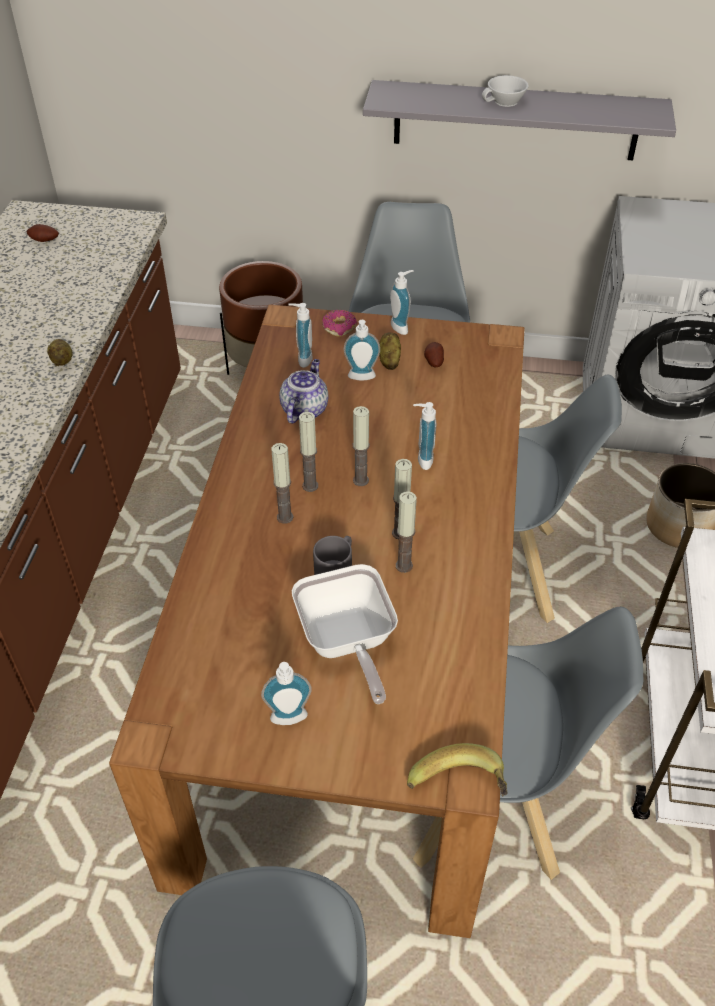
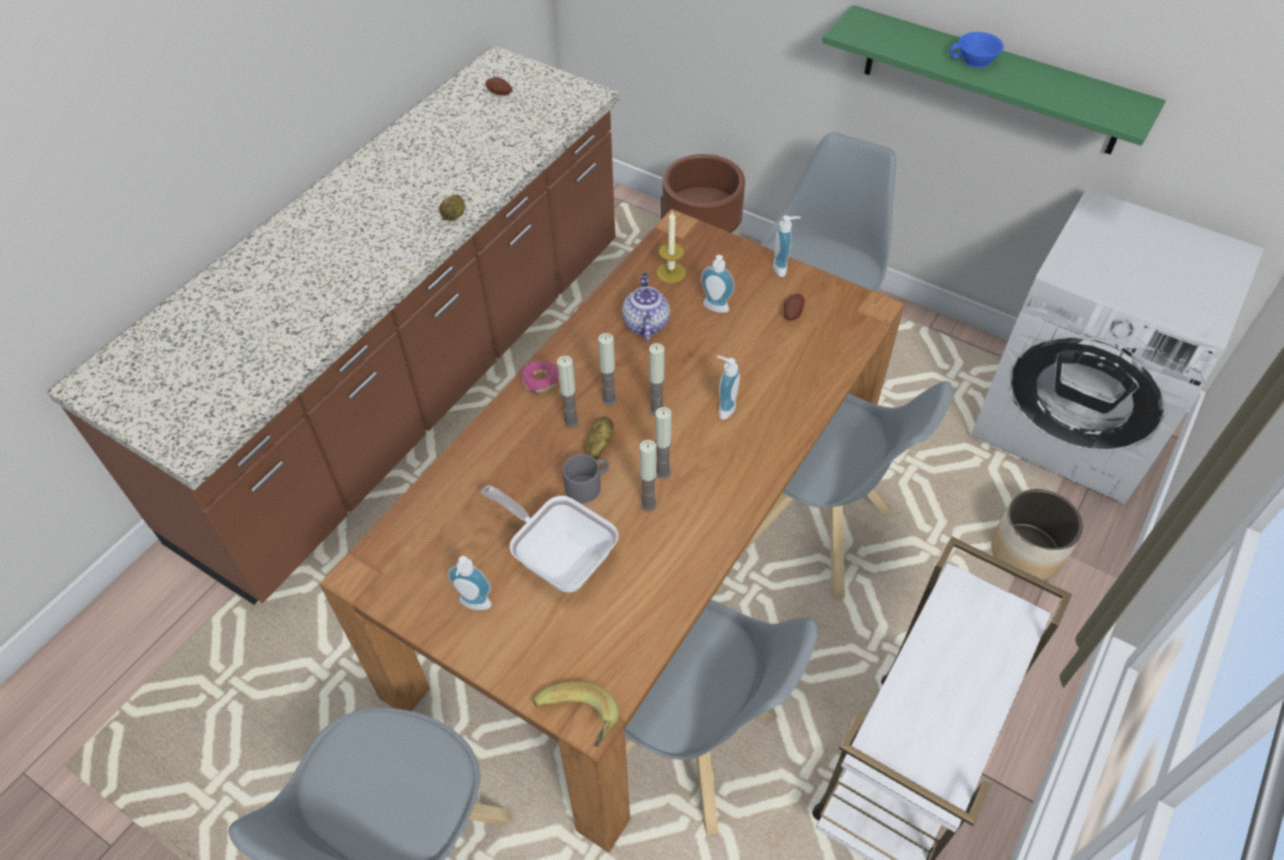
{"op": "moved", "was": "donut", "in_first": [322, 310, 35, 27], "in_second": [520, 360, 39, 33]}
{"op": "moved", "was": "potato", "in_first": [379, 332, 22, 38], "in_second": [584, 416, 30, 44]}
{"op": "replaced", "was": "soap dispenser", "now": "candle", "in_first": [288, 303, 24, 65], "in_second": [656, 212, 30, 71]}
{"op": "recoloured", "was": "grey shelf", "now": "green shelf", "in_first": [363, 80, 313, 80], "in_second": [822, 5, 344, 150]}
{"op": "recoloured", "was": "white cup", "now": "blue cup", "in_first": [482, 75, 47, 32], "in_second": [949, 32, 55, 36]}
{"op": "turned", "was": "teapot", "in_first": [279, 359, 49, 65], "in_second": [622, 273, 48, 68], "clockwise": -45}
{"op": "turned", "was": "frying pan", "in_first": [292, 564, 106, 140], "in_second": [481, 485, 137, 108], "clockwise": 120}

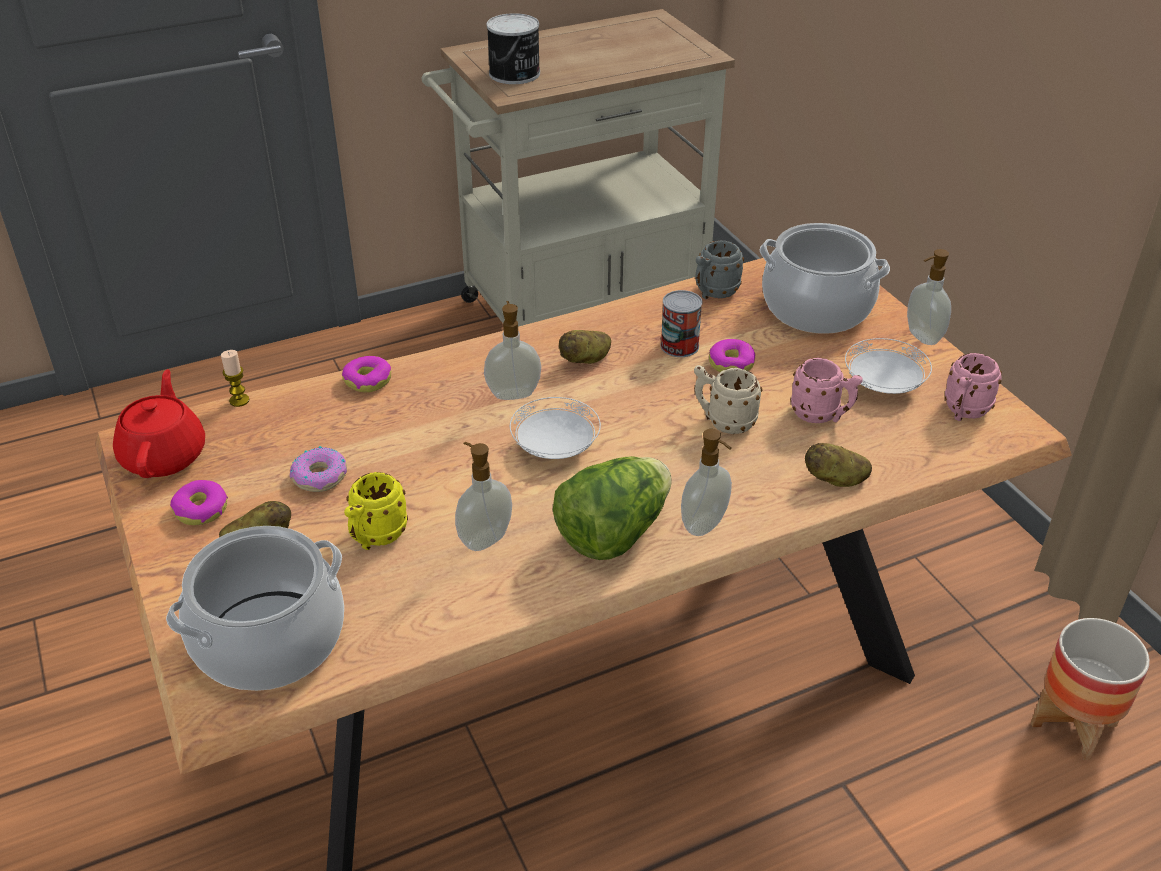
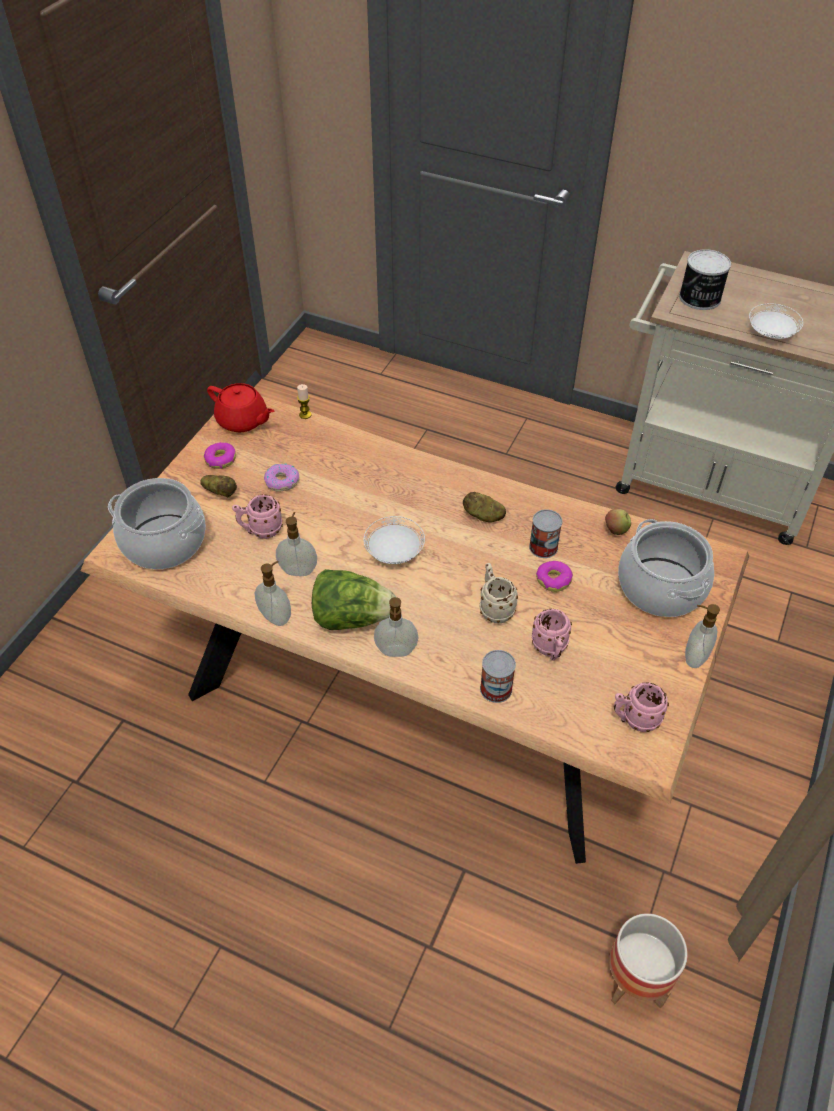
{"op": "removed", "was": "donut", "in_first": [342, 356, 49, 36]}
{"op": "moved", "was": "soap dispenser", "in_first": [484, 301, 57, 99], "in_second": [255, 561, 36, 65]}
{"op": "moved", "was": "white plate", "in_first": [845, 338, 87, 56], "in_second": [749, 303, 54, 36]}
{"op": "replaced", "was": "grey mug", "now": "apple", "in_first": [695, 240, 49, 59], "in_second": [605, 509, 26, 26]}
{"op": "replaced", "was": "potato", "now": "can", "in_first": [805, 443, 67, 44], "in_second": [480, 650, 36, 53]}
{"op": "recoloured", "was": "yellow mug", "now": "pink mug", "in_first": [344, 472, 64, 78], "in_second": [232, 495, 51, 44]}
{"op": "turned", "was": "red teapot", "in_first": [113, 369, 92, 109], "in_second": [207, 383, 67, 49], "clockwise": 75}

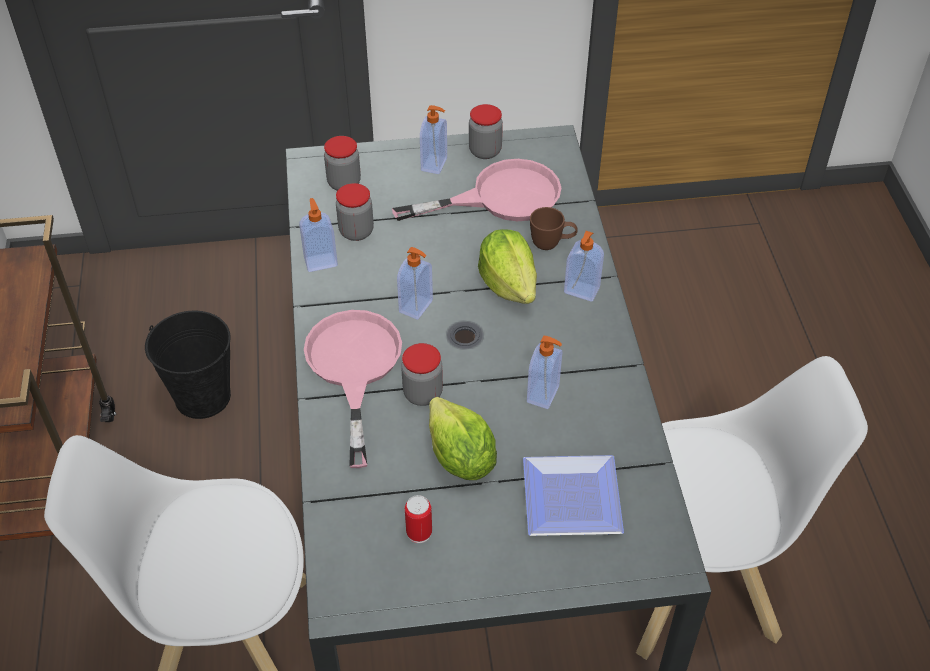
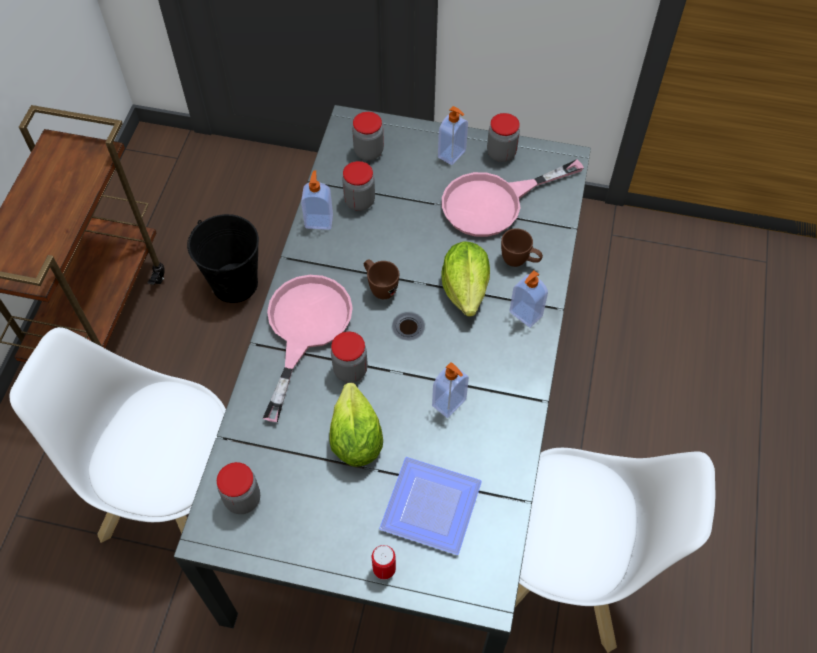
{"op": "added", "now": "jar", "in_second": [217, 462, 43, 52]}
{"op": "moved", "was": "can", "in_first": [405, 495, 27, 48], "in_second": [372, 545, 24, 35]}
{"op": "replaced", "was": "soap dispenser", "now": "brown mug", "in_first": [397, 247, 36, 73], "in_second": [364, 260, 35, 39]}
{"op": "turned", "was": "pink frying pan", "in_first": [392, 159, 169, 62], "in_second": [442, 159, 142, 78], "clockwise": 150}

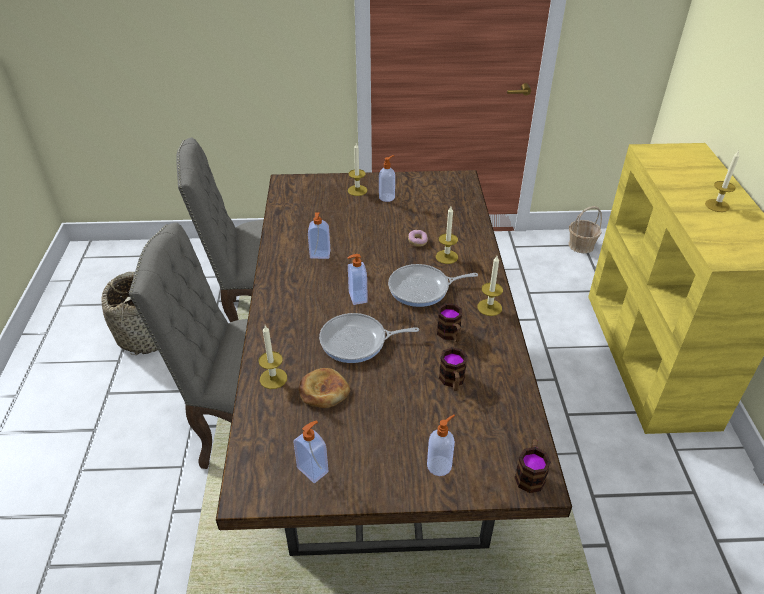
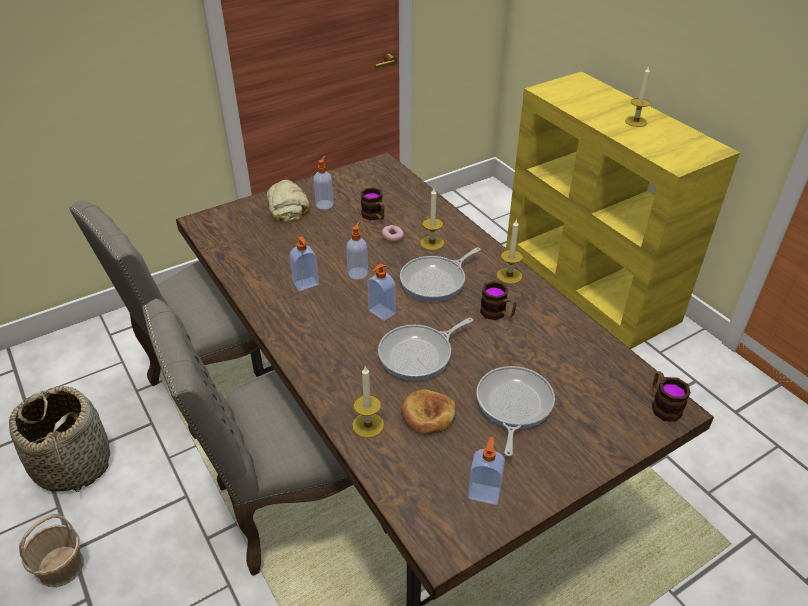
{"op": "added", "now": "frying pan", "in_second": [476, 366, 79, 90]}
{"op": "moved", "was": "soap dispenser", "in_first": [427, 415, 28, 61], "in_second": [346, 221, 22, 59]}
{"op": "moved", "was": "mug", "in_first": [439, 347, 29, 44], "in_second": [360, 187, 24, 33]}
{"op": "moved", "was": "basket", "in_first": [569, 206, 33, 47], "in_second": [19, 514, 65, 73]}
{"op": "replaced", "was": "candle", "now": "bread", "in_first": [348, 143, 19, 53], "in_second": [267, 180, 43, 42]}

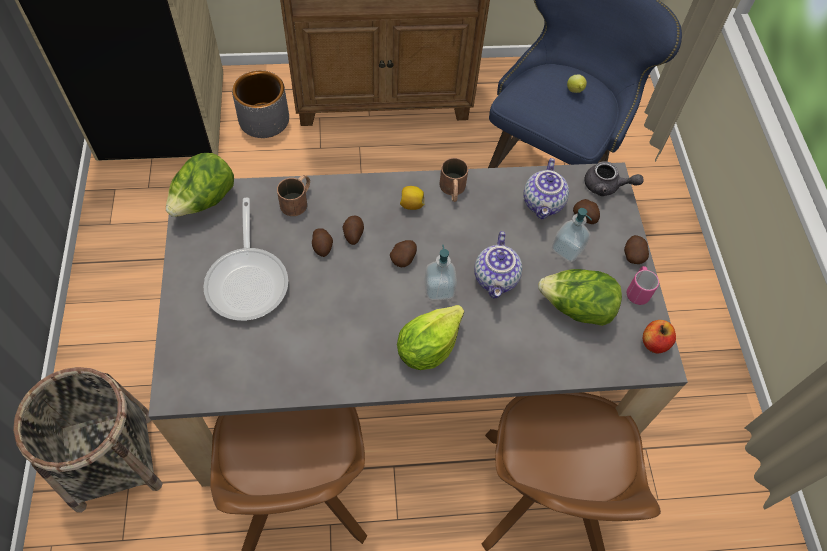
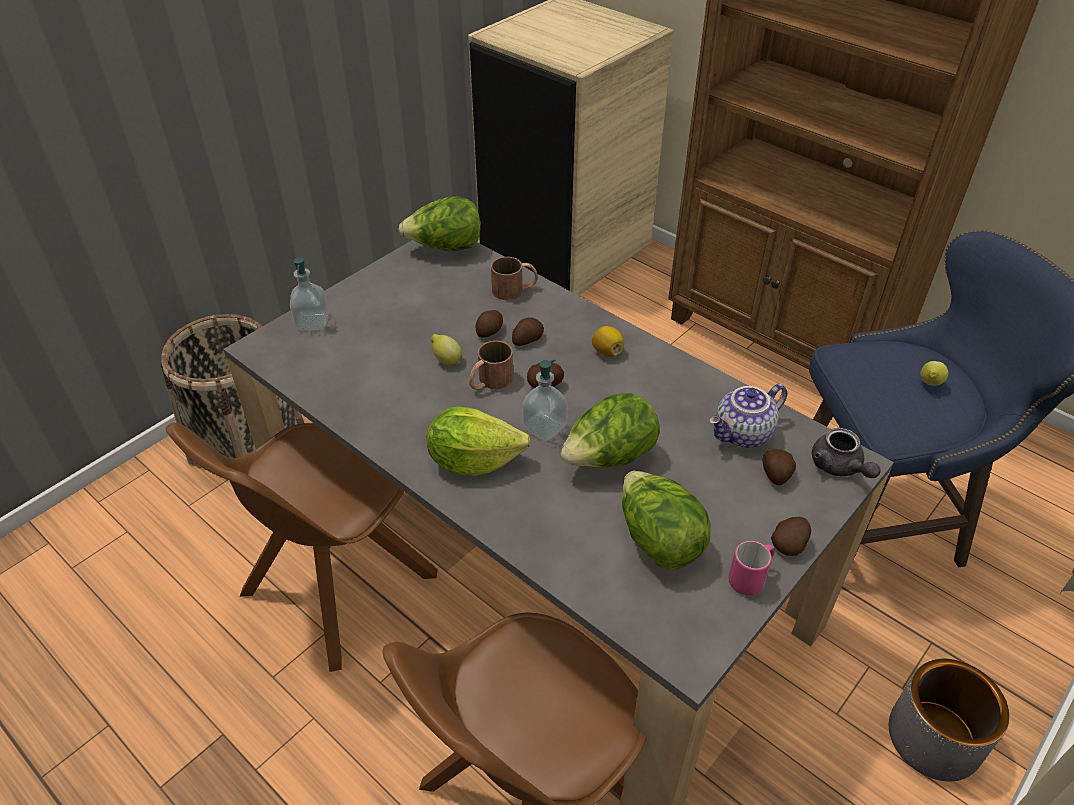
{"op": "removed", "was": "frying pan", "in_first": [204, 198, 84, 123]}
{"op": "removed", "was": "apple", "in_first": [643, 320, 33, 33]}
{"op": "added", "now": "lemon", "in_second": [431, 334, 31, 31]}
{"op": "moved", "was": "grey planter", "in_first": [232, 70, 57, 68], "in_second": [889, 659, 121, 122]}
{"op": "moved", "was": "brown mug", "in_first": [440, 158, 28, 44], "in_second": [469, 341, 44, 49]}
{"op": "moved", "was": "soap dispenser", "in_first": [552, 208, 40, 54], "in_second": [290, 257, 39, 73]}
{"op": "replaced", "was": "teapot", "now": "lettuce", "in_first": [474, 231, 48, 68], "in_second": [561, 393, 99, 75]}

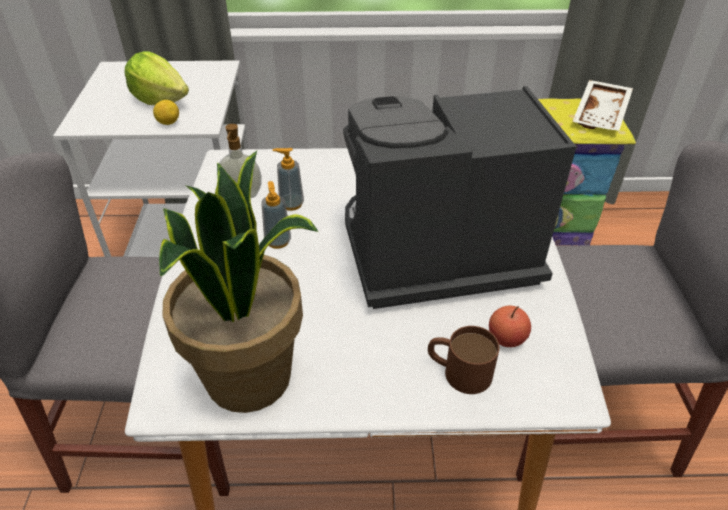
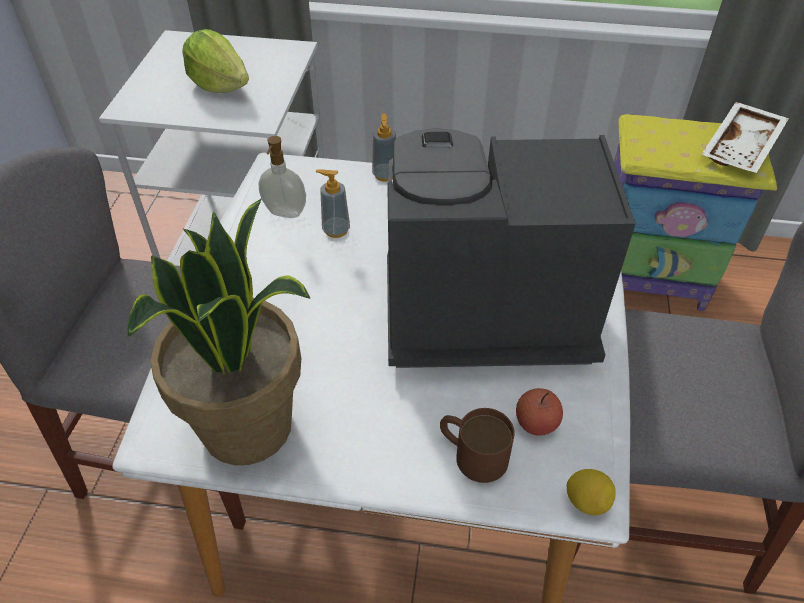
{"op": "moved", "was": "lemon", "in_first": [153, 100, 26, 25], "in_second": [566, 469, 50, 46]}
{"op": "moved", "was": "soap dispenser", "in_first": [261, 181, 30, 68], "in_second": [372, 113, 24, 69]}

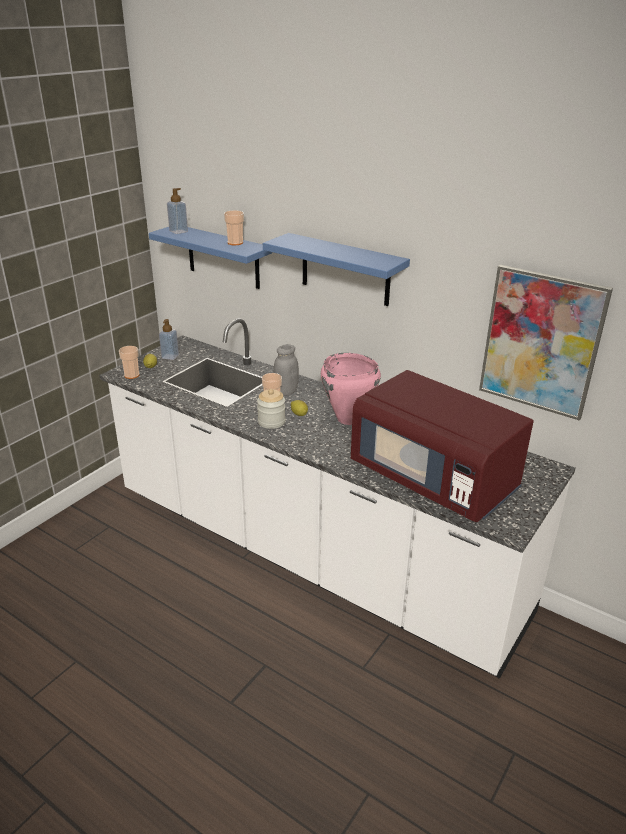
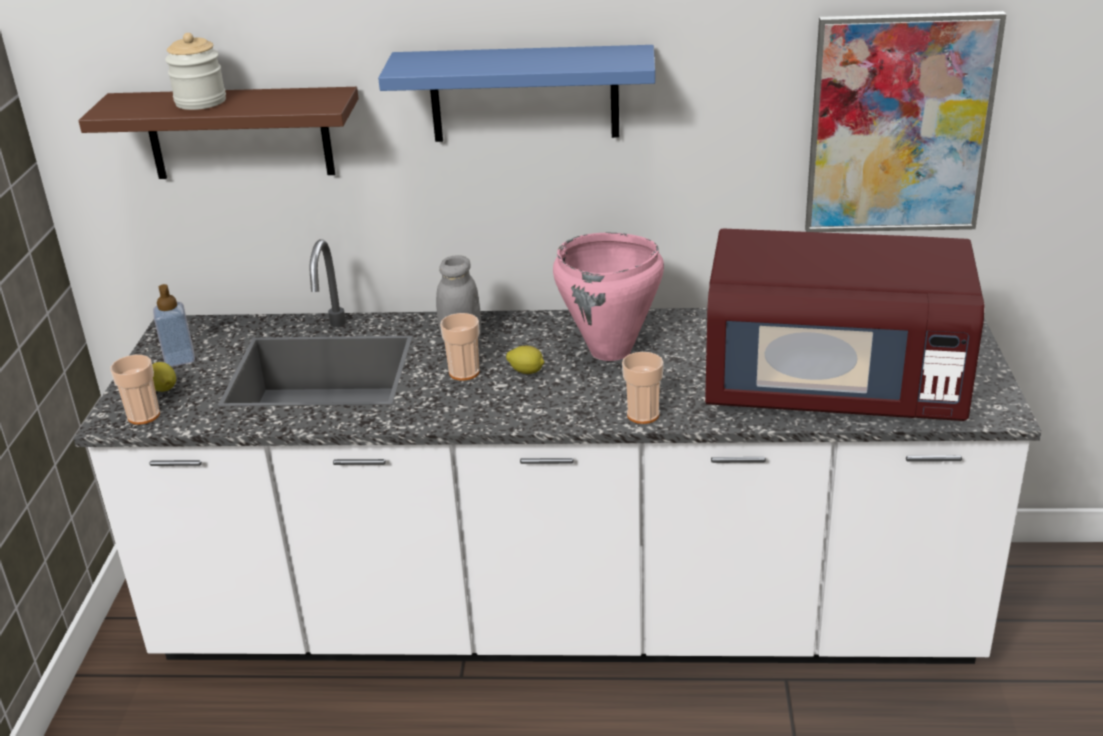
{"op": "removed", "was": "soap dispenser", "in_first": [167, 188, 21, 46]}
{"op": "moved", "was": "cup", "in_first": [224, 211, 20, 34], "in_second": [622, 352, 41, 72]}
{"op": "moved", "was": "jar", "in_first": [257, 389, 28, 40], "in_second": [165, 33, 61, 77]}
{"op": "recoloured", "was": "blue shelf", "now": "brown shelf", "in_first": [149, 227, 123, 62], "in_second": [78, 87, 281, 92]}

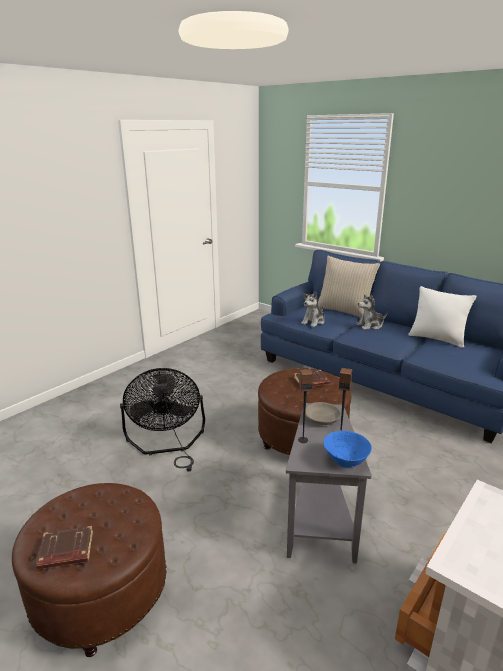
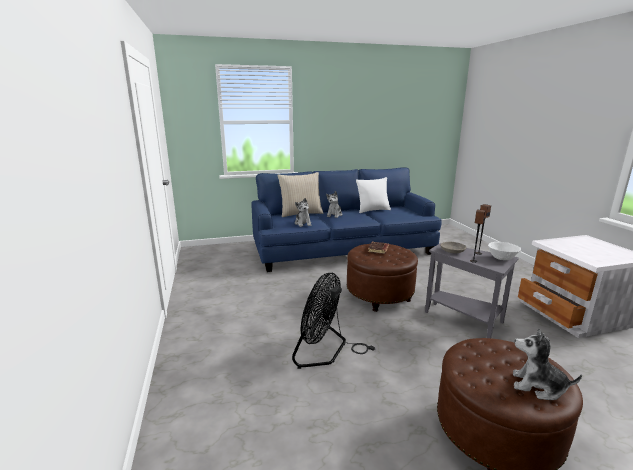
{"op": "replaced", "was": "brown book", "now": "plush toy", "in_first": [36, 526, 57, 44], "in_second": [513, 328, 69, 72]}
{"op": "recoloured", "was": "blue bowl", "now": "white bowl", "in_first": [323, 431, 49, 37], "in_second": [488, 242, 33, 18]}

